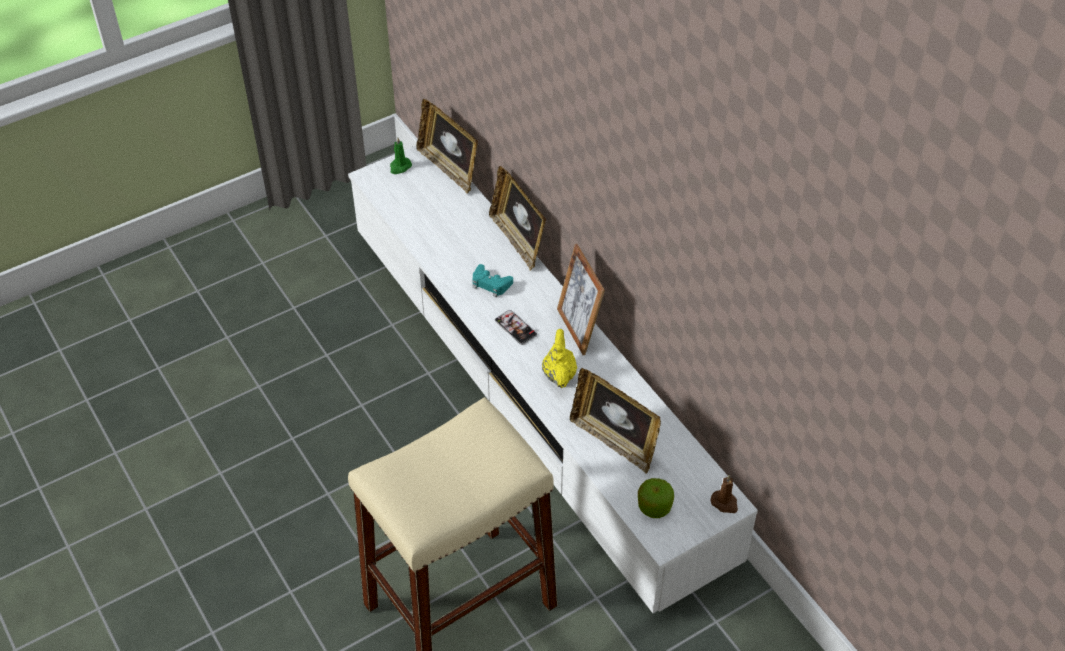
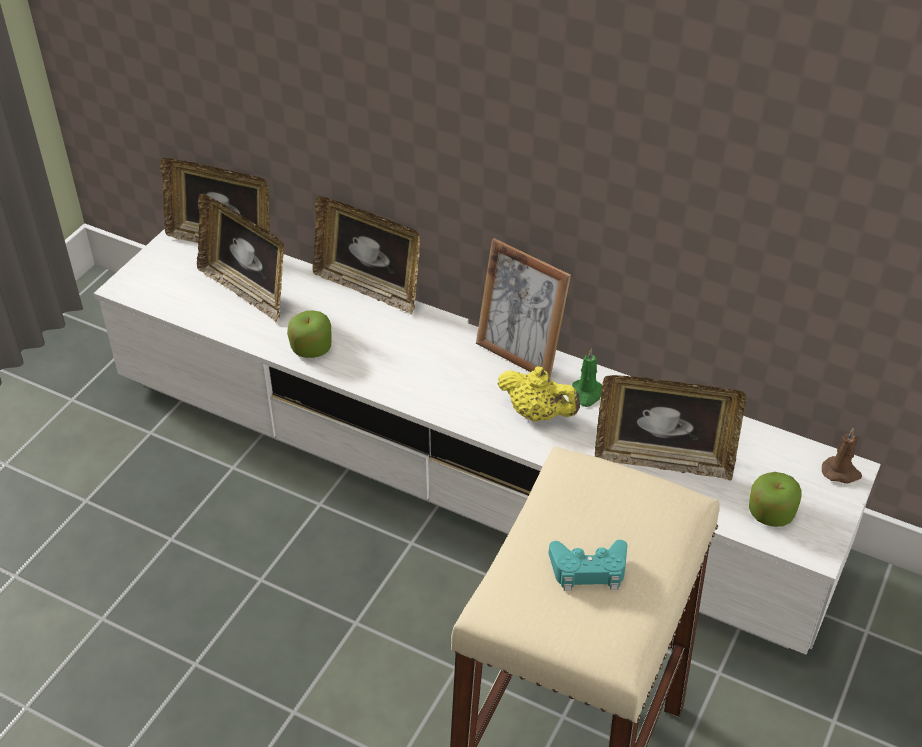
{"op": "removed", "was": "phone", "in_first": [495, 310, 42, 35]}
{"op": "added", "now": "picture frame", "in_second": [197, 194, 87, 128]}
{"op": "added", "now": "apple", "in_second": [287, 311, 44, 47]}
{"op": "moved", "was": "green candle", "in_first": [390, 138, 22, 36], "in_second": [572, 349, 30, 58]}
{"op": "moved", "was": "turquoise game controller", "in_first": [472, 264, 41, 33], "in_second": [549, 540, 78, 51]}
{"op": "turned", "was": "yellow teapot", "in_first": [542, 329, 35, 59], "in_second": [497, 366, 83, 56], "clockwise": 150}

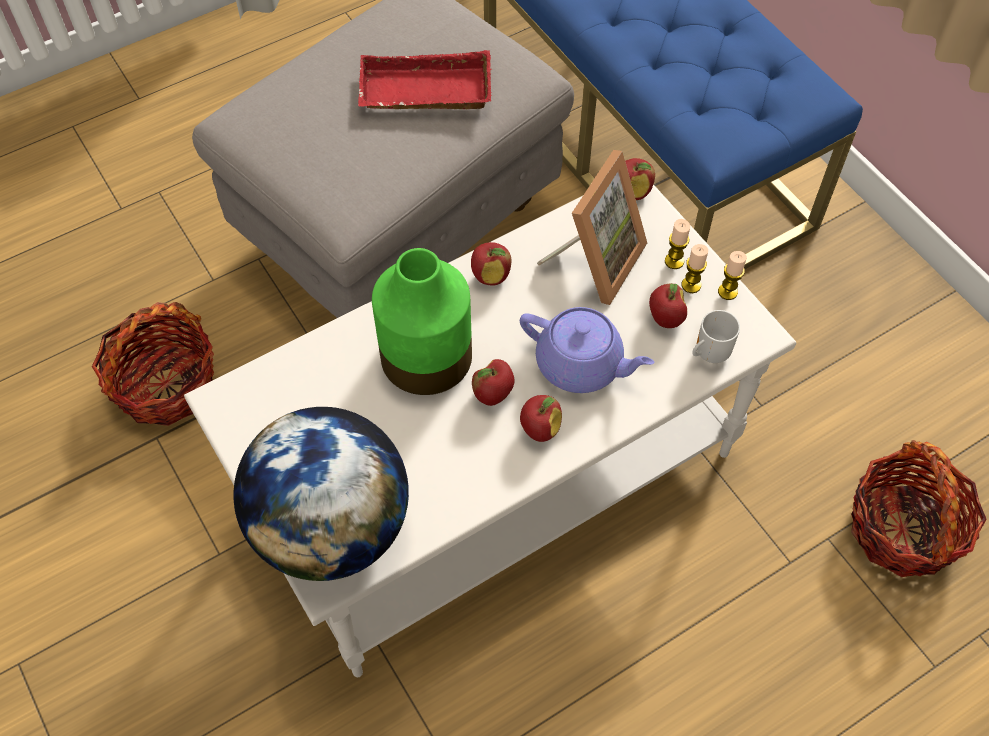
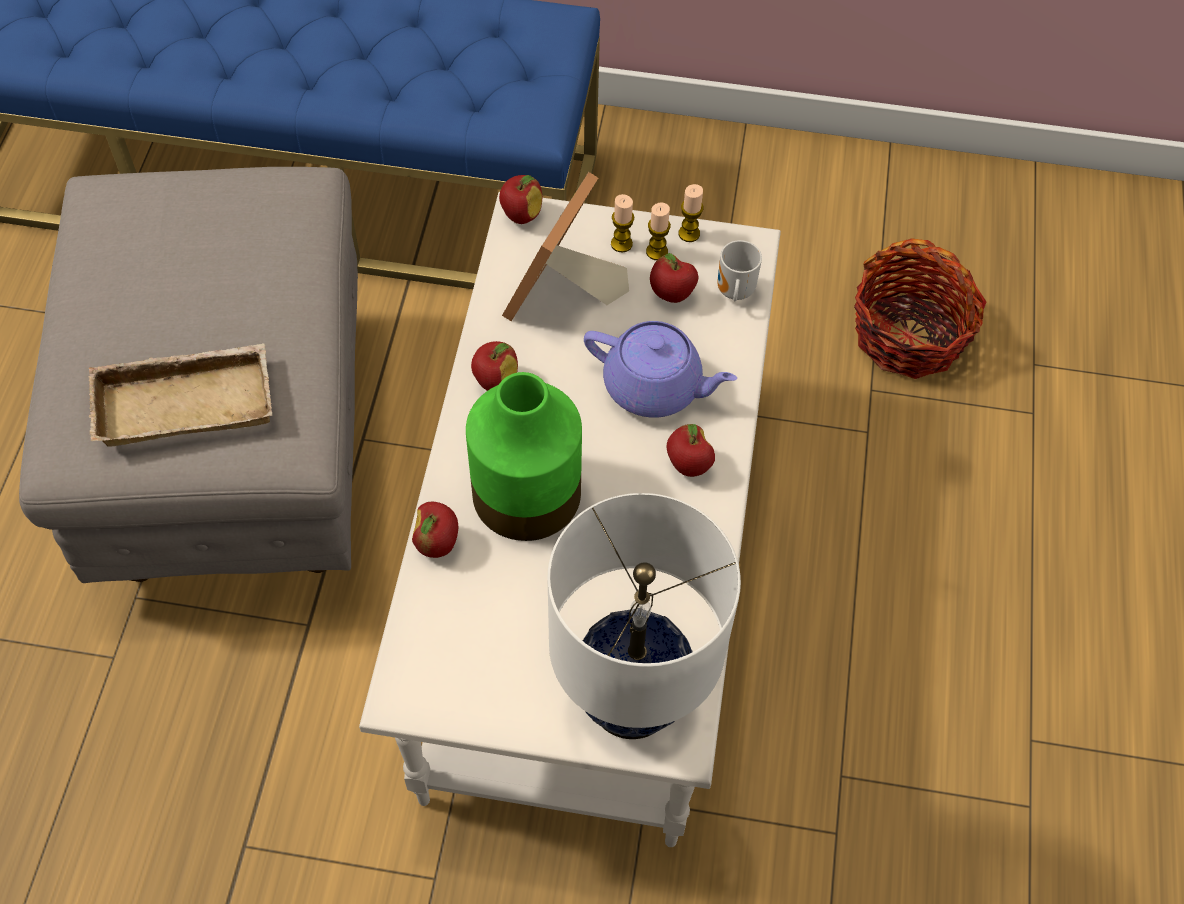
{"op": "removed", "was": "basket", "in_first": [92, 302, 122, 124]}
{"op": "removed", "was": "red tray", "in_first": [358, 50, 134, 59]}
{"op": "added", "now": "beige tray", "in_second": [88, 343, 185, 104]}
{"op": "moved", "was": "apple", "in_first": [472, 359, 43, 47], "in_second": [412, 502, 46, 56]}
{"op": "replaced", "was": "globe", "now": "white table lamp", "in_first": [233, 407, 176, 174], "in_second": [548, 493, 193, 246]}
{"op": "turned", "was": "purple teapot", "in_first": [520, 307, 134, 86], "in_second": [584, 321, 153, 97], "clockwise": 45}
{"op": "turned", "was": "picture frame", "in_first": [537, 150, 110, 155], "in_second": [502, 172, 127, 149], "clockwise": -135}

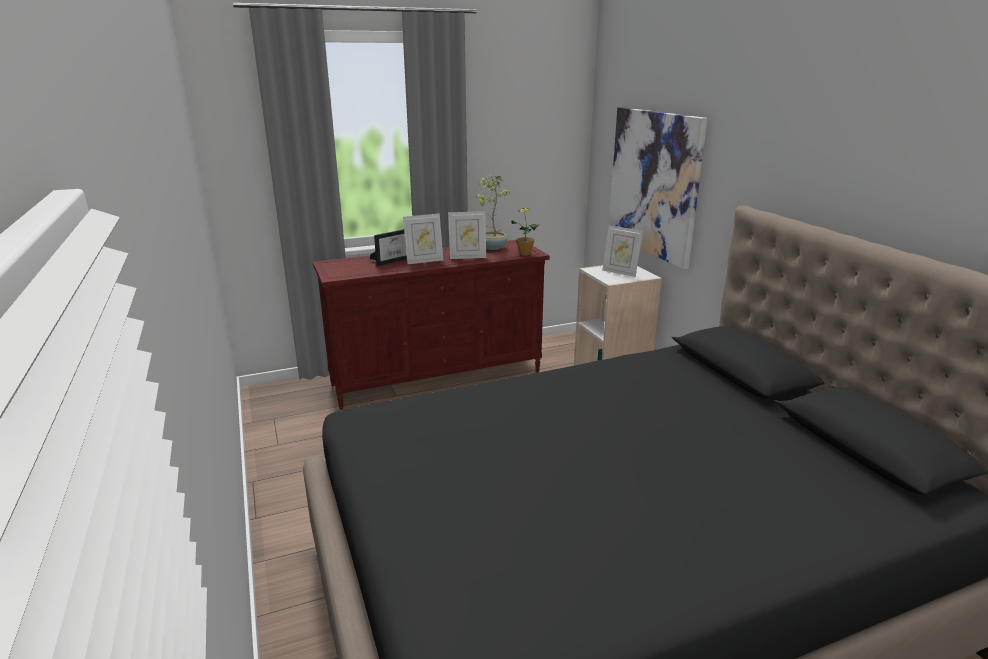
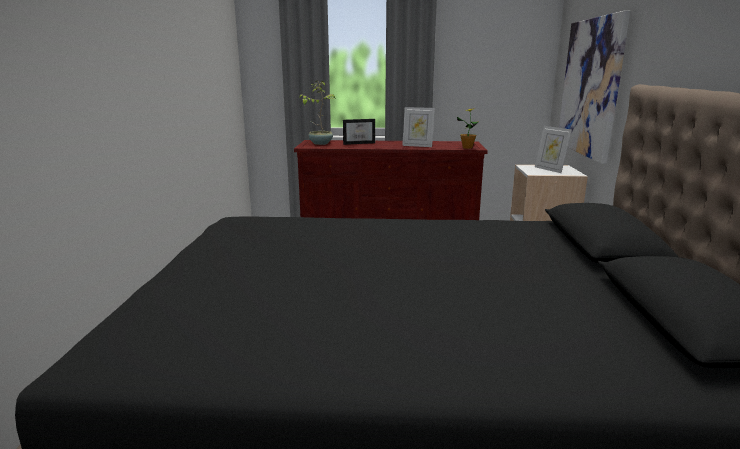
{"op": "removed", "was": "picture frame", "in_first": [403, 213, 40, 51]}
{"op": "moved", "was": "potted plant", "in_first": [476, 175, 34, 75], "in_second": [299, 81, 36, 64]}

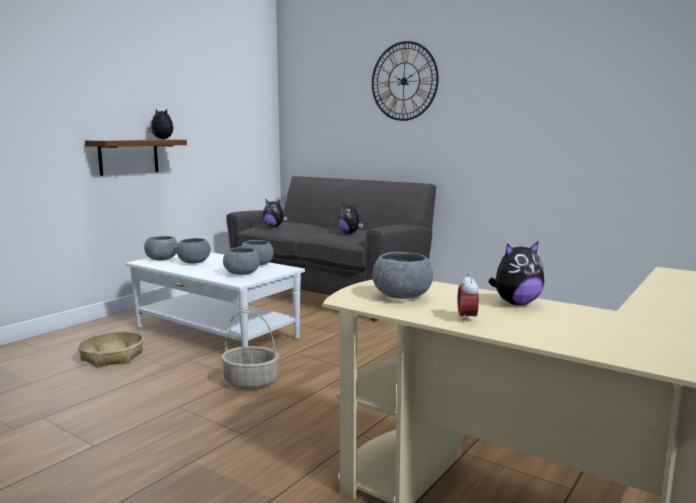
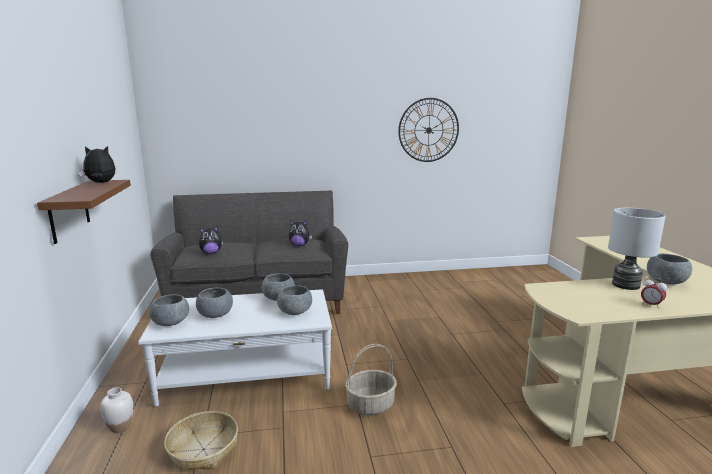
{"op": "added", "now": "white vase", "in_second": [100, 387, 33, 46]}
{"op": "moved", "was": "wall clock", "in_first": [372, 41, 67, 80], "in_second": [398, 98, 61, 64]}
{"op": "moved", "was": "grey bowl", "in_first": [372, 252, 61, 47], "in_second": [647, 254, 45, 30]}
{"op": "replaced", "was": "plush toy", "now": "grey table lamp", "in_first": [488, 241, 56, 64], "in_second": [608, 208, 58, 82]}

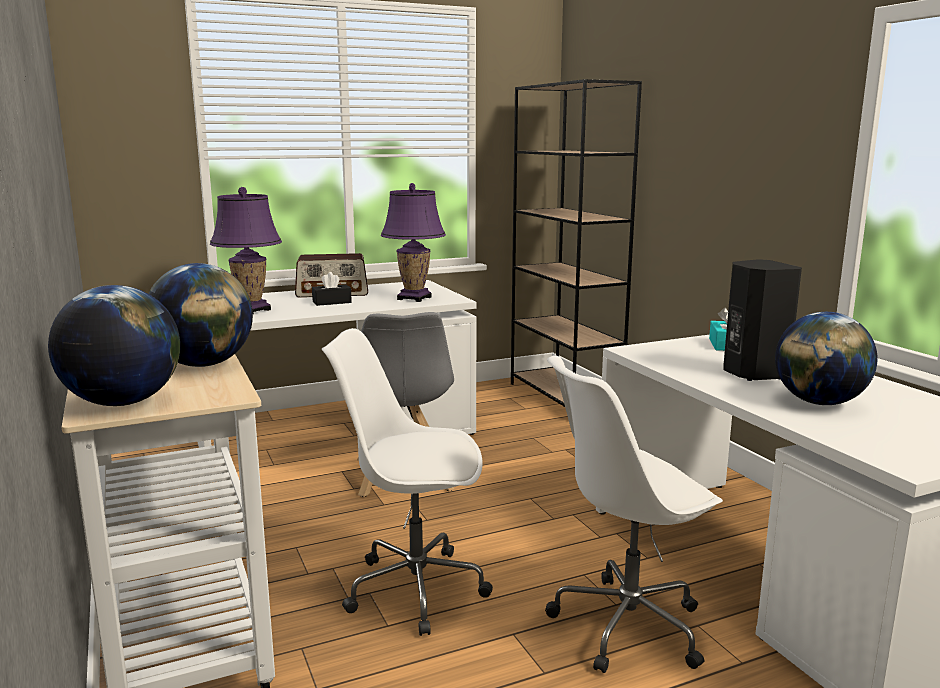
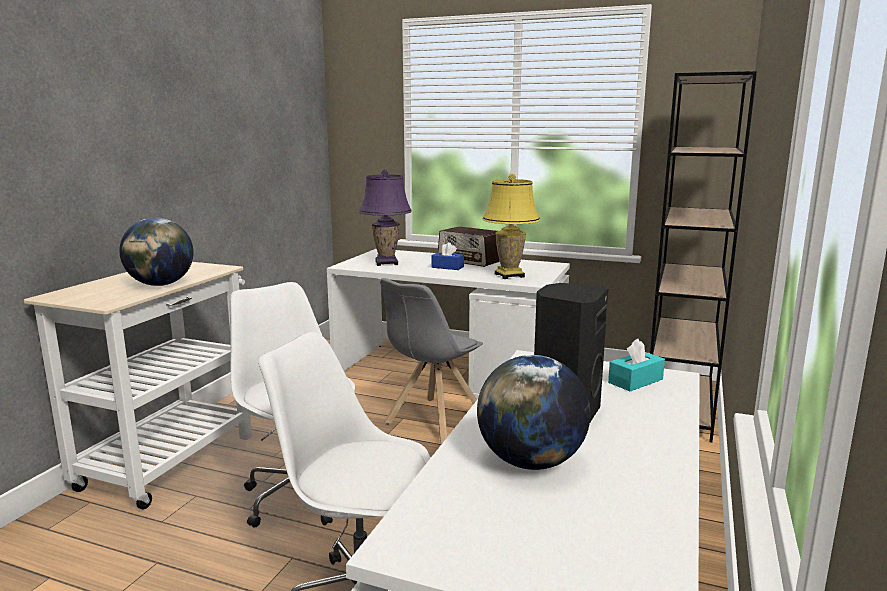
{"op": "removed", "was": "globe", "in_first": [48, 285, 132, 121]}
{"op": "recoloured", "was": "black tissue box", "now": "blue tissue box", "in_first": [312, 272, 40, 34], "in_second": [431, 243, 33, 27]}
{"op": "recoloured", "was": "purple table lamp", "now": "yellow table lamp", "in_first": [381, 183, 65, 119], "in_second": [482, 174, 58, 105]}

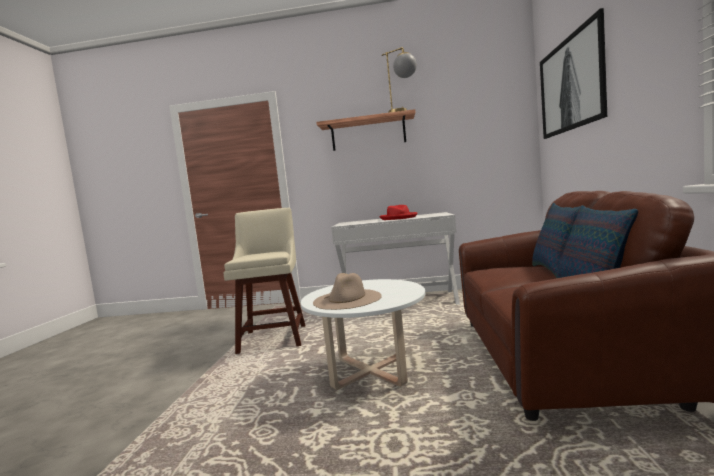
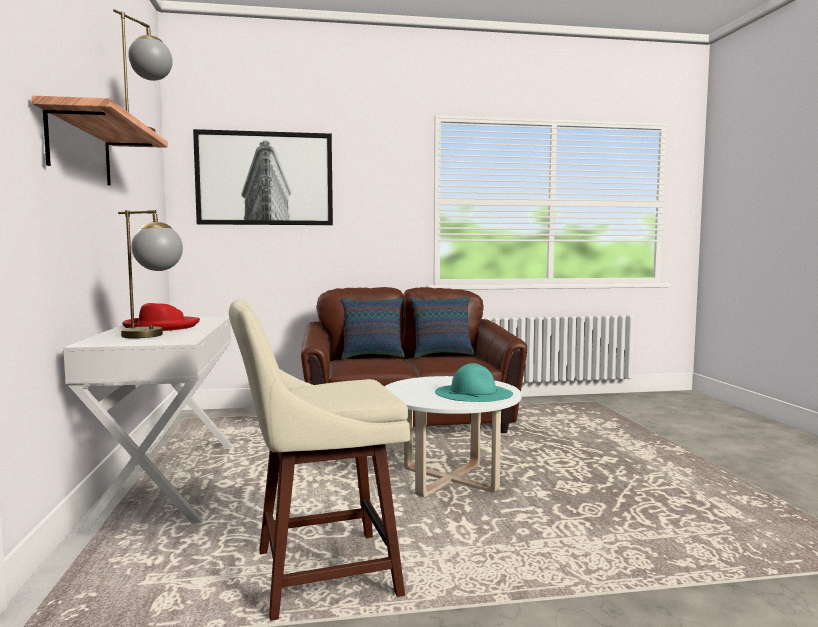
{"op": "added", "now": "table lamp", "in_second": [118, 210, 65, 128]}
{"op": "recoloured", "was": "beige hat", "now": "turquoise hat", "in_first": [313, 273, 68, 37], "in_second": [435, 363, 78, 39]}

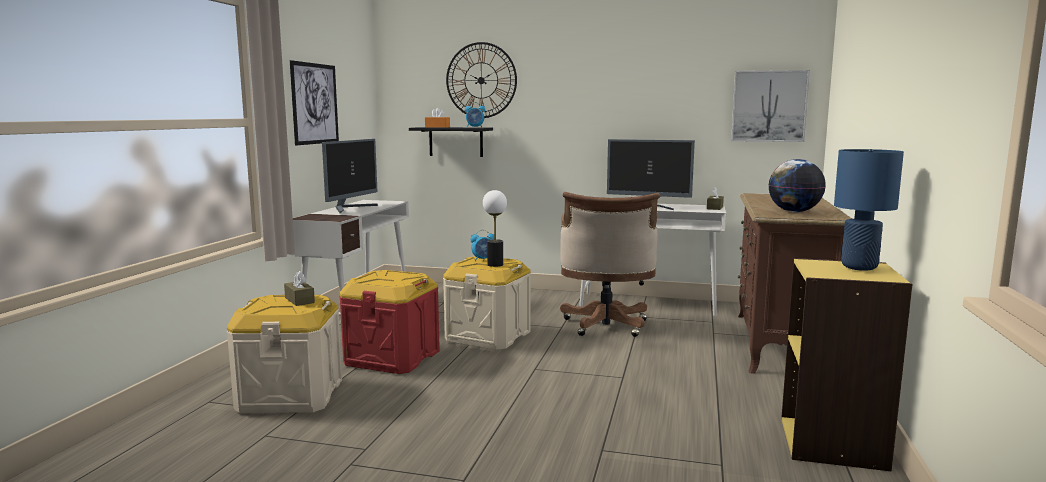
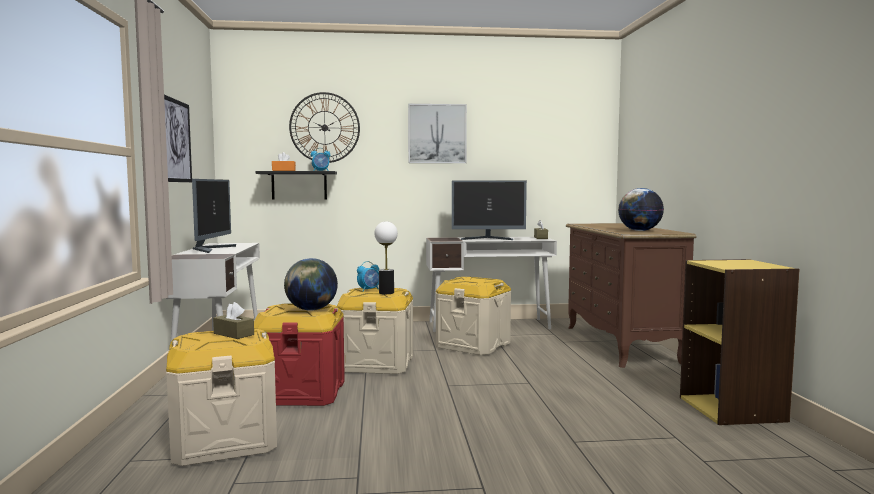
{"op": "removed", "was": "blue table lamp", "in_first": [834, 149, 70, 122]}
{"op": "added", "now": "globe", "in_second": [284, 258, 54, 53]}
{"op": "moved", "was": "picture", "in_first": [731, 70, 79, 72], "in_second": [408, 104, 59, 59]}
{"op": "replaced", "was": "office chair", "now": "beige storage box", "in_first": [560, 192, 100, 145], "in_second": [436, 277, 75, 78]}

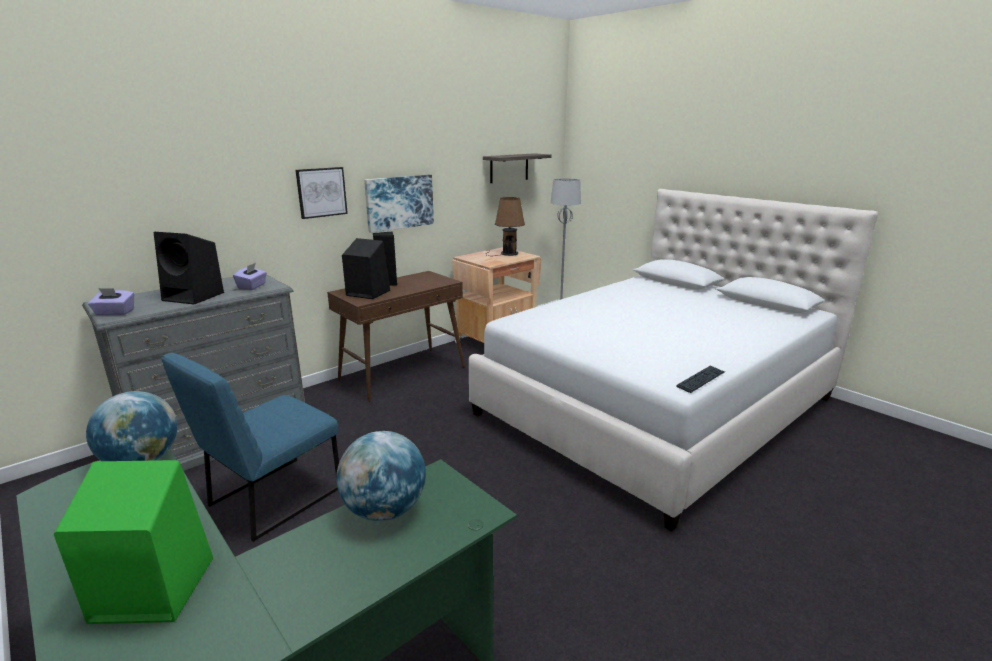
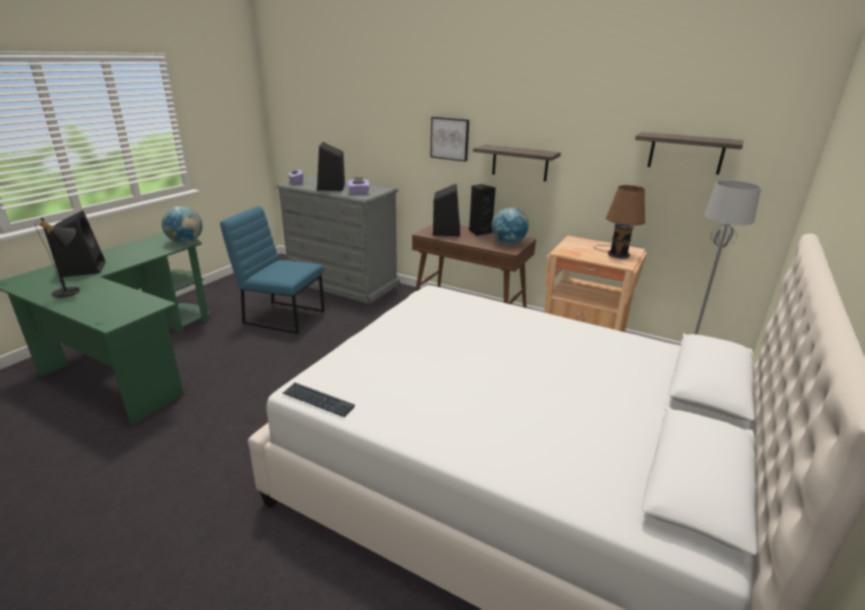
{"op": "added", "now": "black table lamp", "in_second": [35, 218, 45, 80]}
{"op": "moved", "was": "globe", "in_first": [336, 431, 90, 90], "in_second": [491, 207, 38, 37]}
{"op": "replaced", "was": "picture", "now": "shelf", "in_first": [364, 175, 70, 58], "in_second": [473, 145, 88, 37]}
{"op": "recoloured", "was": "green speaker", "now": "black speaker", "in_first": [54, 460, 159, 164], "in_second": [48, 210, 58, 67]}

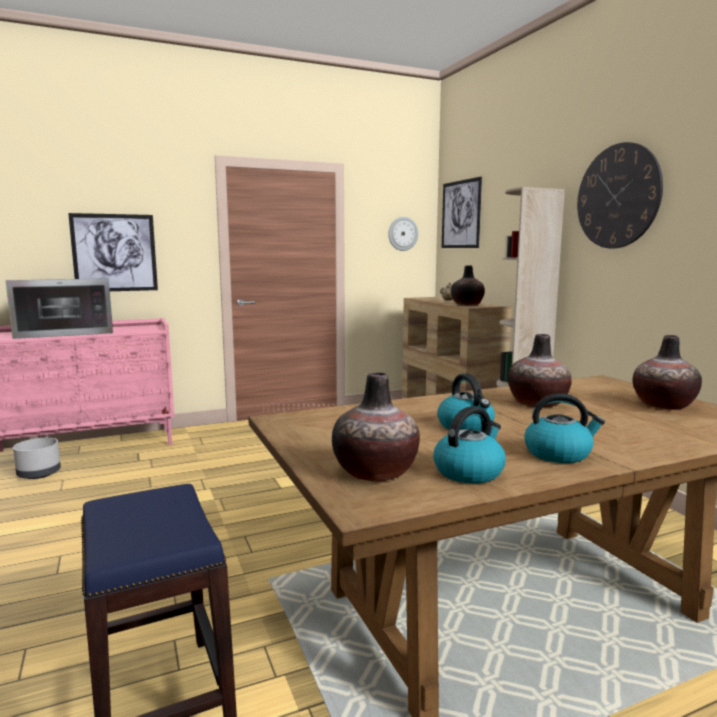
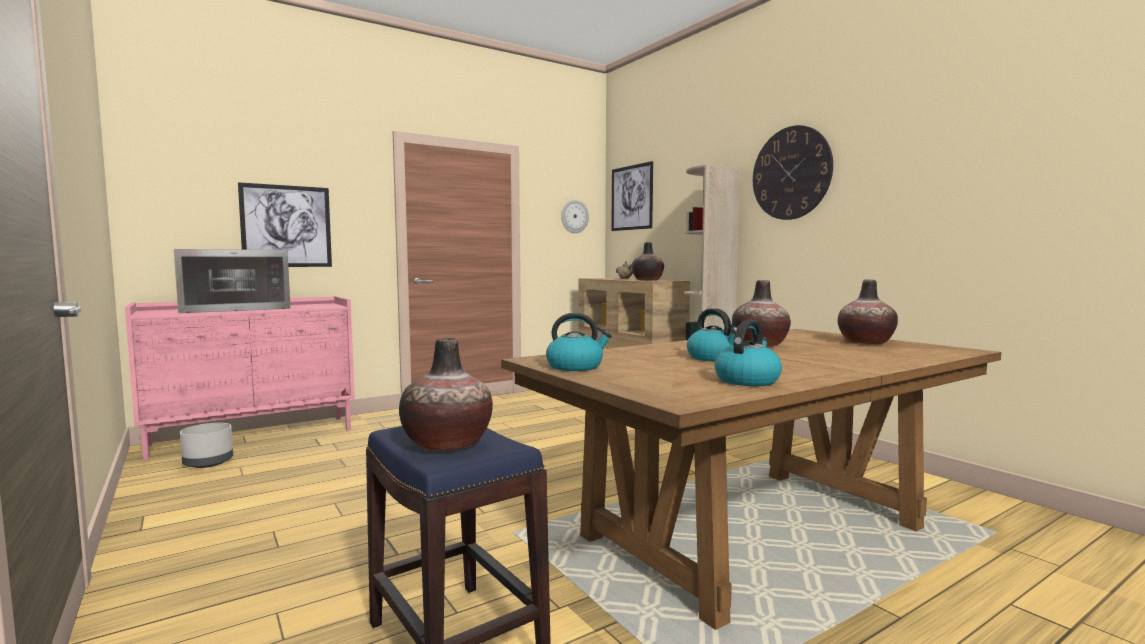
{"op": "moved", "was": "vase", "in_first": [332, 372, 88, 110], "in_second": [399, 338, 94, 113]}
{"op": "moved", "was": "kettle", "in_first": [524, 393, 81, 70], "in_second": [546, 313, 66, 58]}

